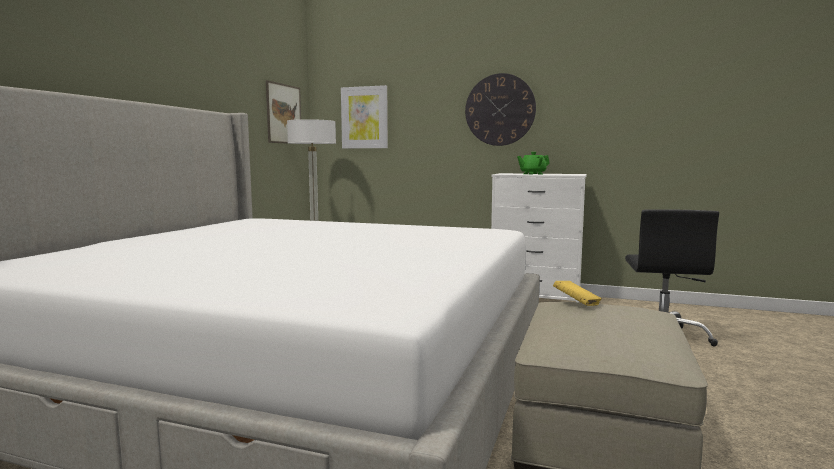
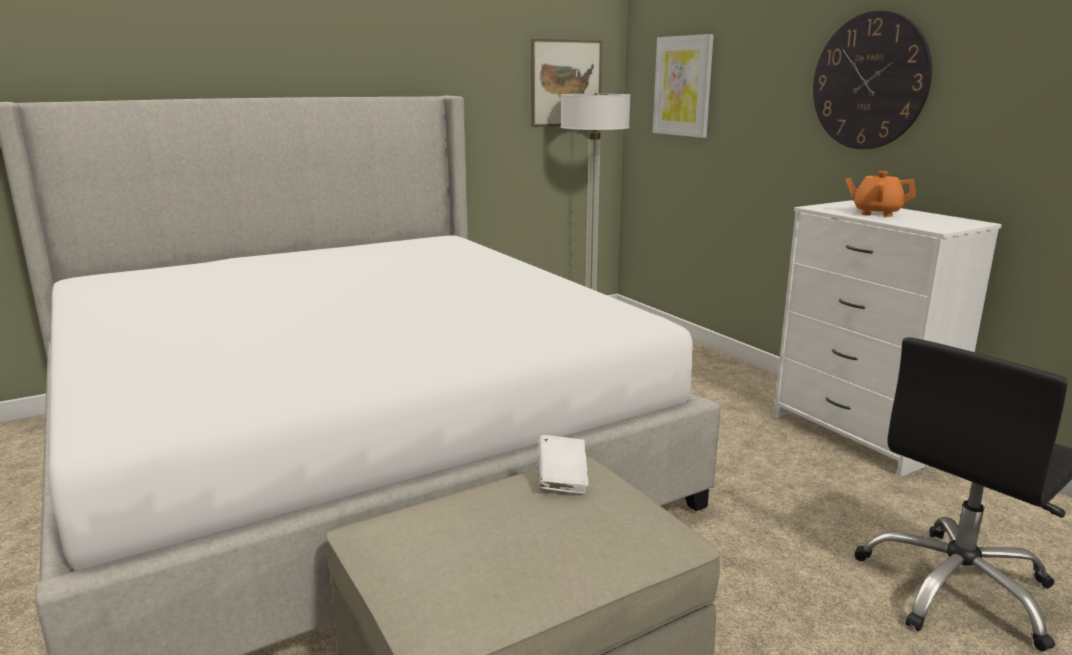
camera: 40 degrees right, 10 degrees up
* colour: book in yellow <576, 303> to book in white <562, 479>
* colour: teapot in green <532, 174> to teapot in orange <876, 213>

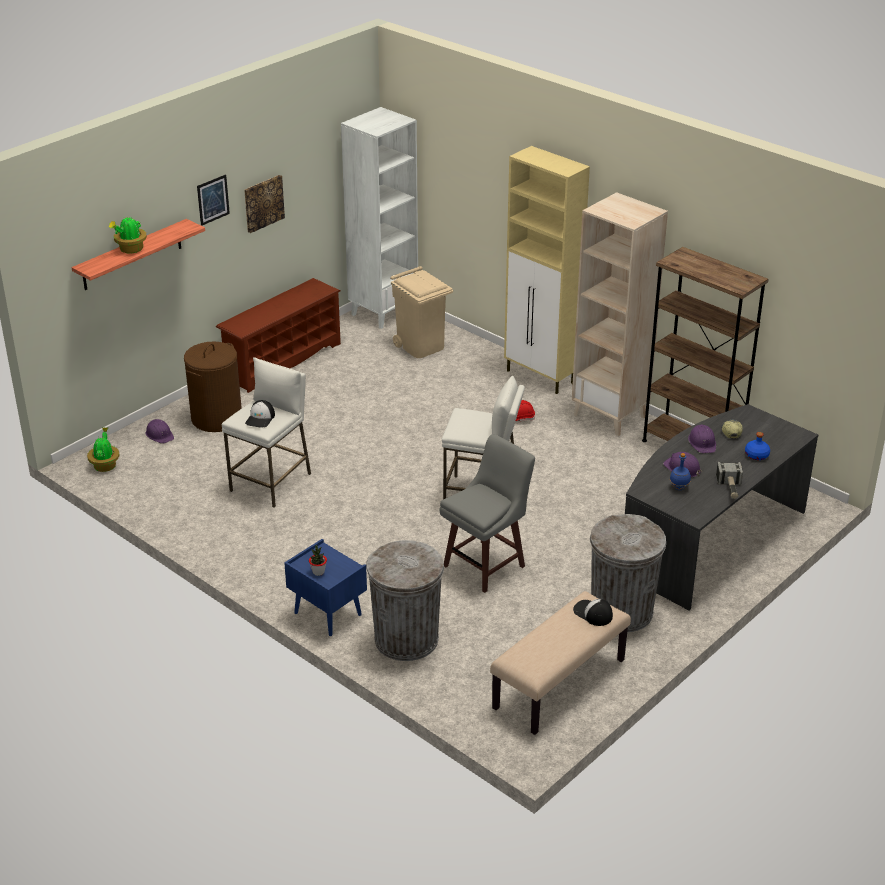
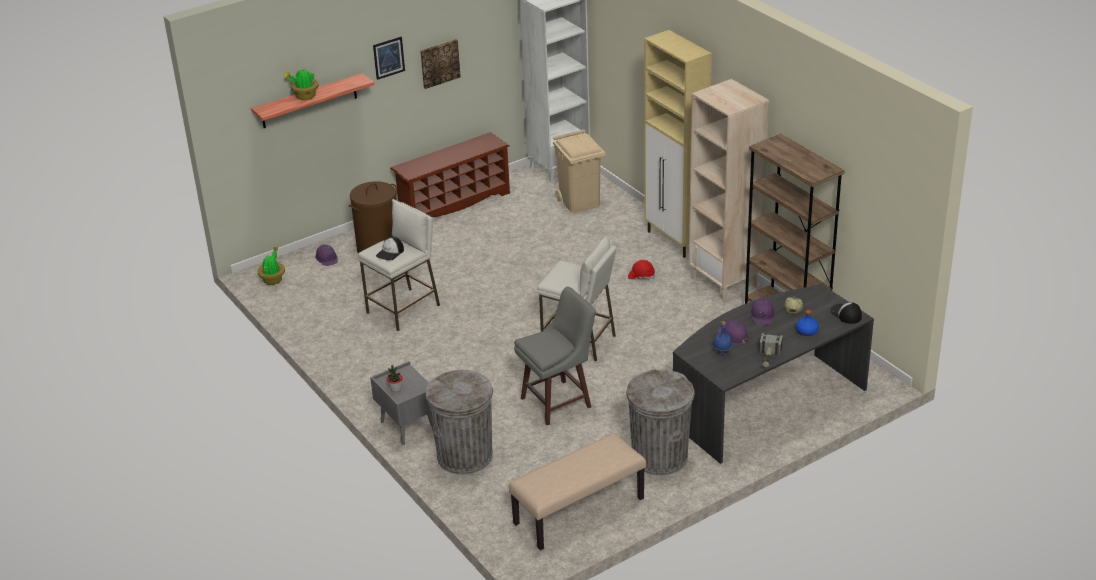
camera: 15 degrees right, 0 degrees up
* colour: nightstand in blue <327, 614> to nightstand in grey <407, 426>
* relocated: cap <592, 613> to <845, 314>

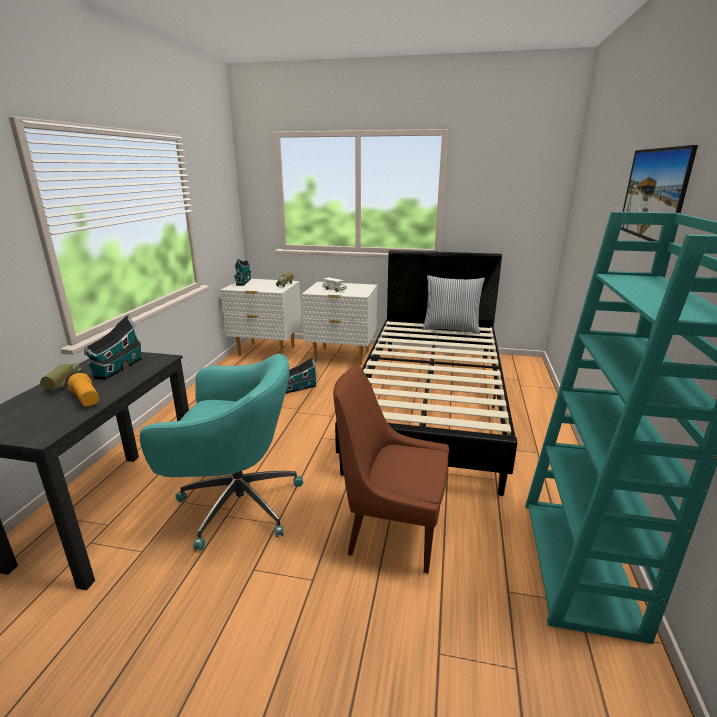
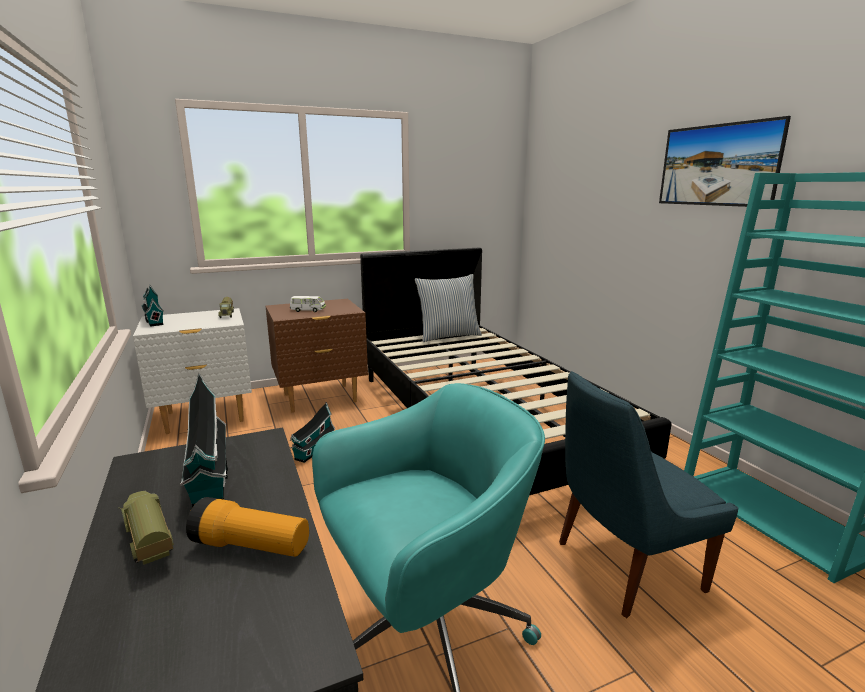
camera: 35 degrees left, 5 degrees down
* colour: nightstand in white <341, 356> to nightstand in brown <320, 398>
* colour: chair in brown <391, 530> to chair in blue <623, 567>

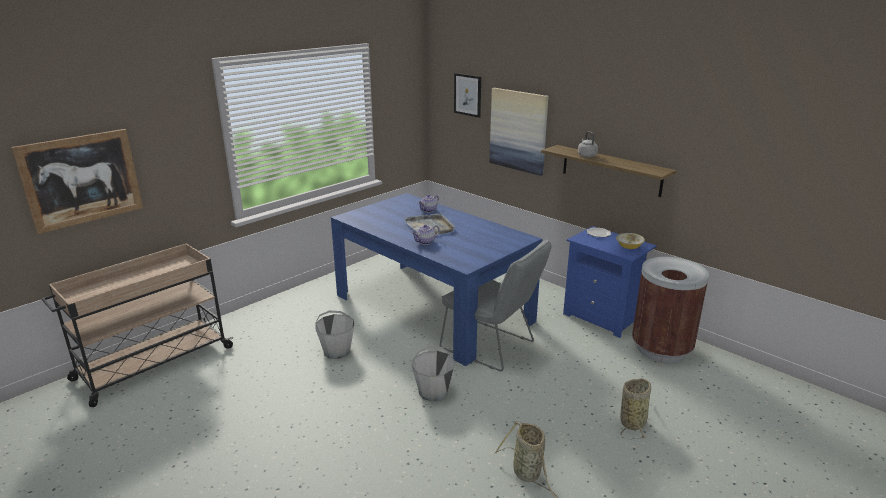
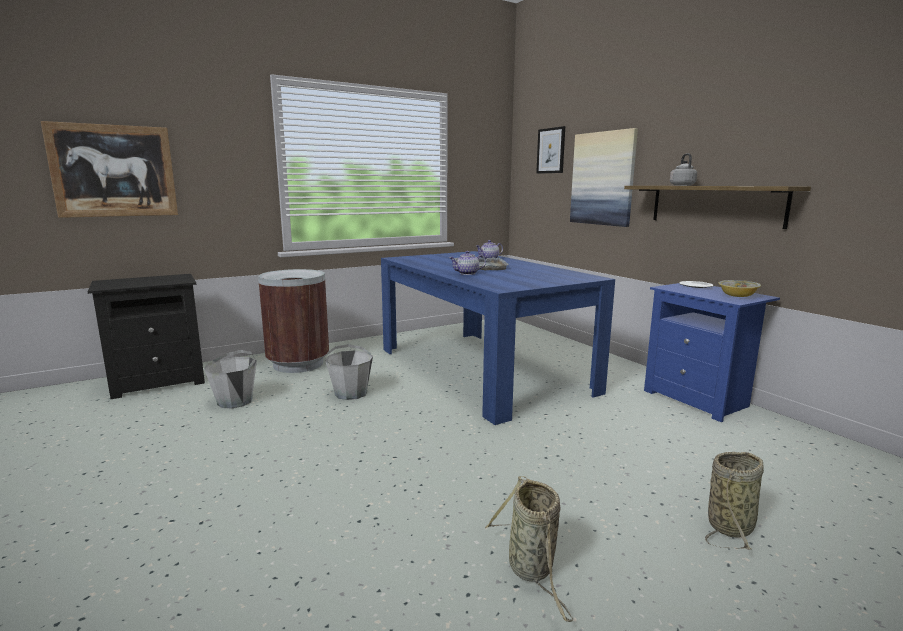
camera: 15 degrees right, 10 degrees down
* exchanged: cart in beige <152, 364> to nightstand in black <159, 381>
* relocated: bucket in grey <433, 392> to <235, 401>
* relocated: trash can in brown <661, 349> to <298, 364>
* missing: chair in grey <492, 347>

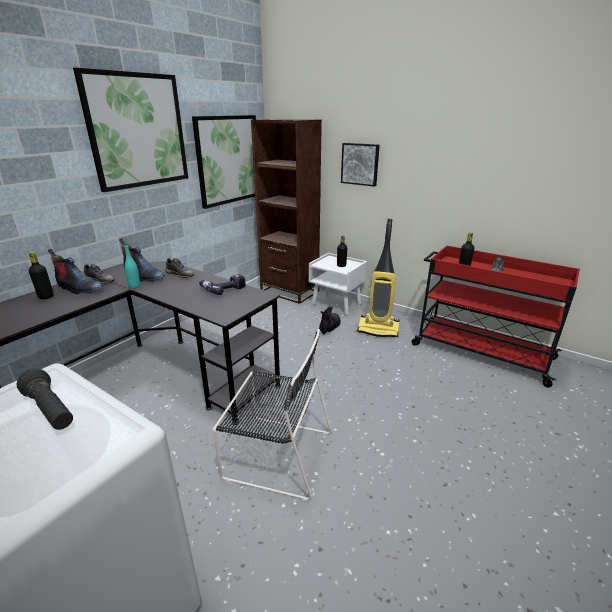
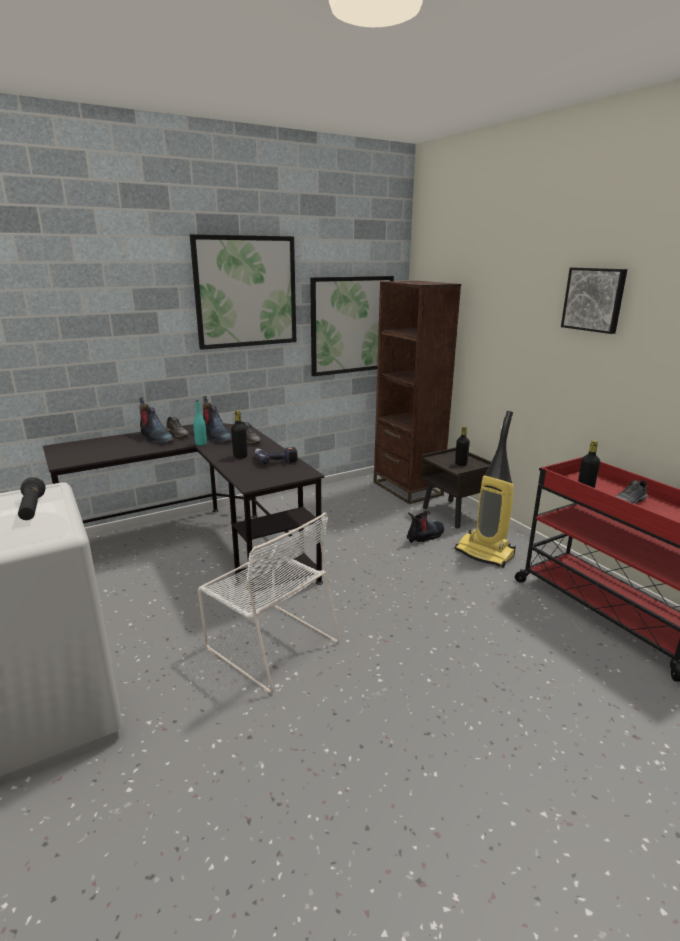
camera: 25 degrees right, 5 degrees down
* colour: chair in black <275, 454> to chair in white <270, 643>
* relocated: bottle in black <46, 297> to <240, 456>
* colour: nightstand in white <337, 304> to nightstand in brown <454, 514>
* relocated: picture <360, 164> to <594, 299>

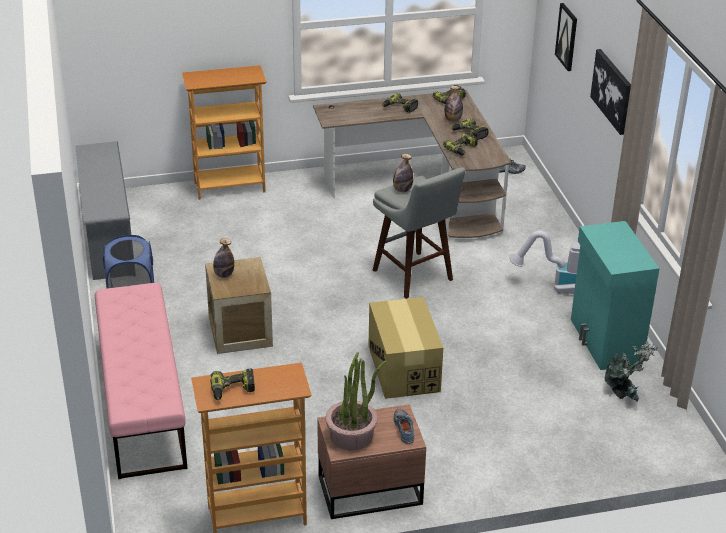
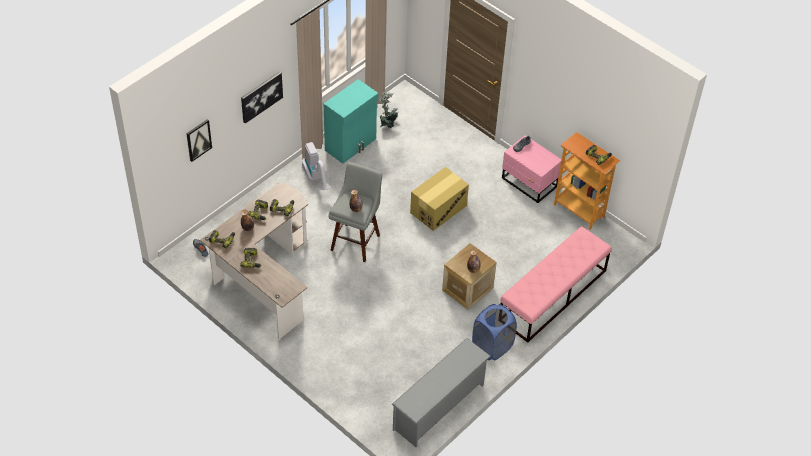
camera: 125 degrees left, 15 degrees up
* colour: nightstand in brown <368, 489> to nightstand in pink <529, 183>
* missing: bookcase <229, 186>
* missing: potted plant <352, 435>

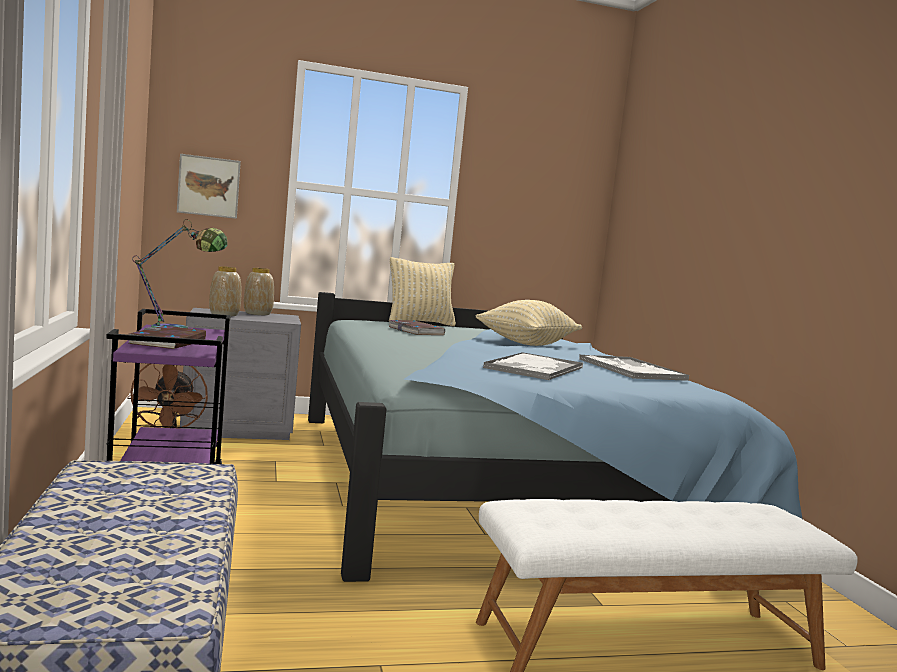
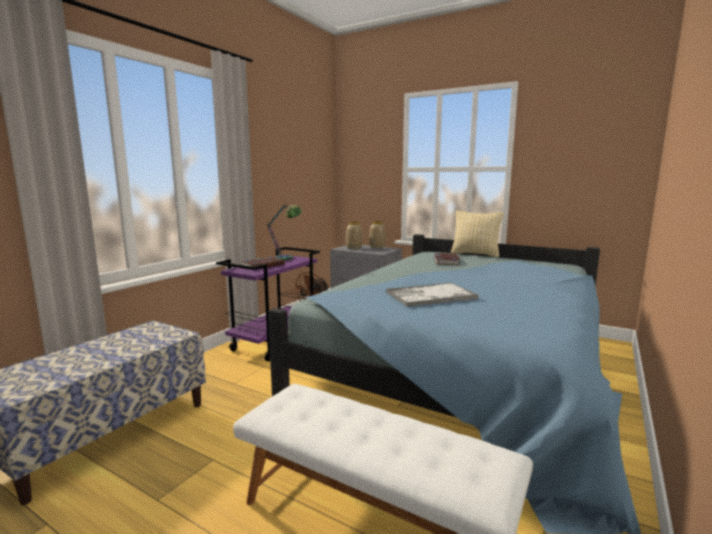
camera: 45 degrees right, 5 degrees up
* missing: picture <208, 186>
* missing: pillow in beige <526, 343>
* missing: tray <630, 369>

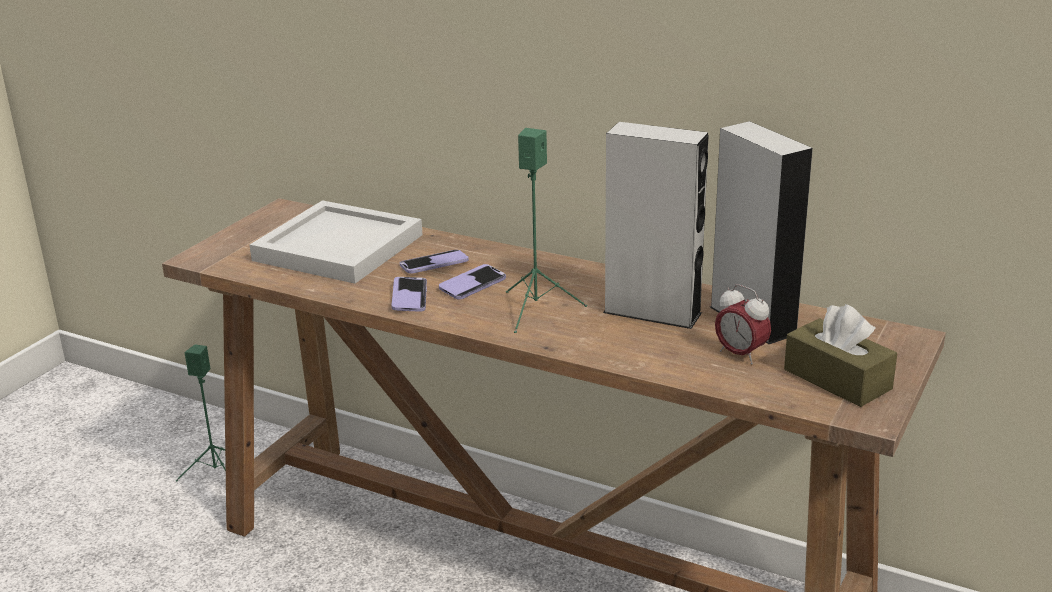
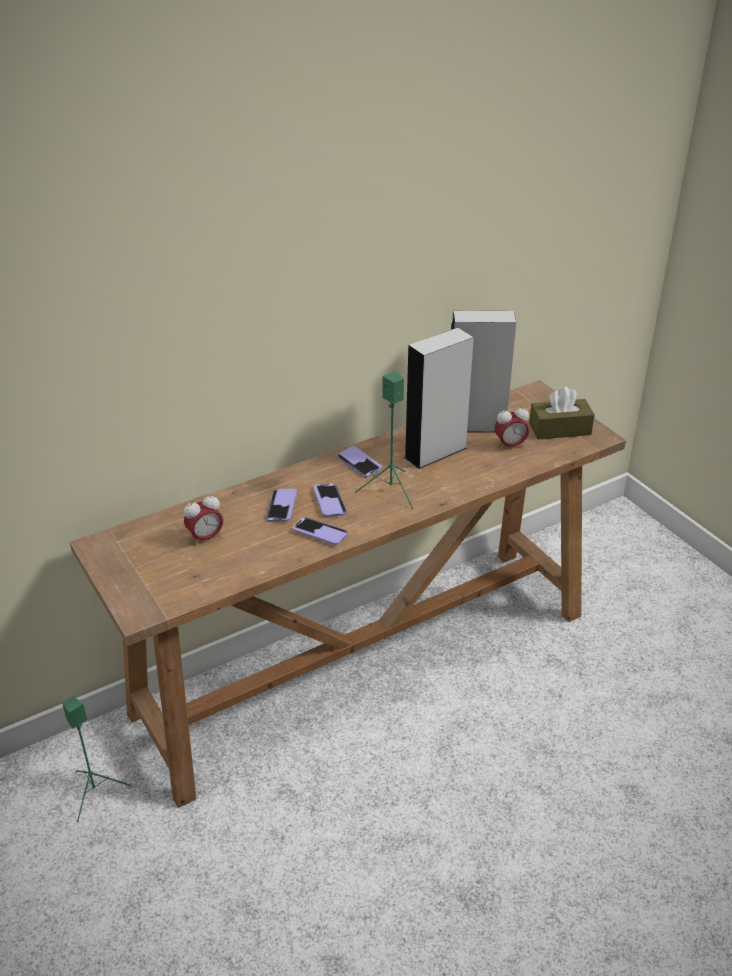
camera: 60 degrees left, 10 degrees up
* exchanged: tray in white <341, 247> to alarm clock <205, 538>
* appeared: phone <359, 463>

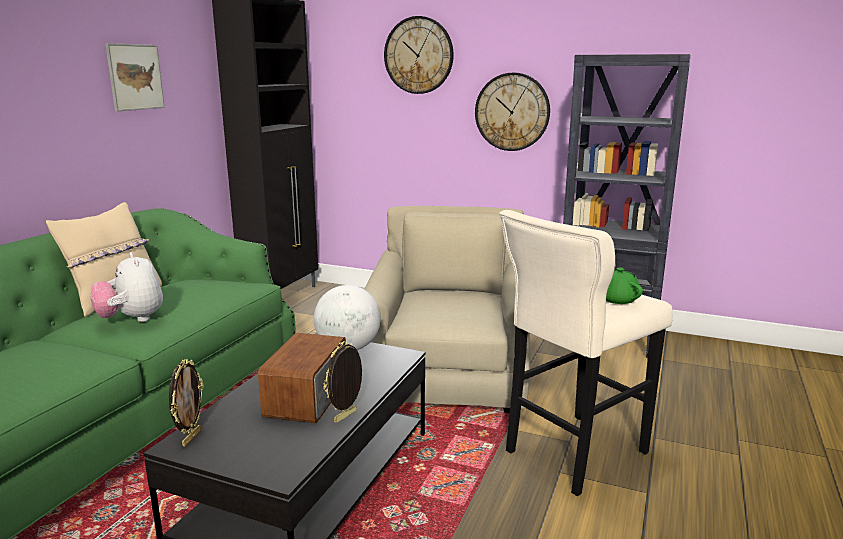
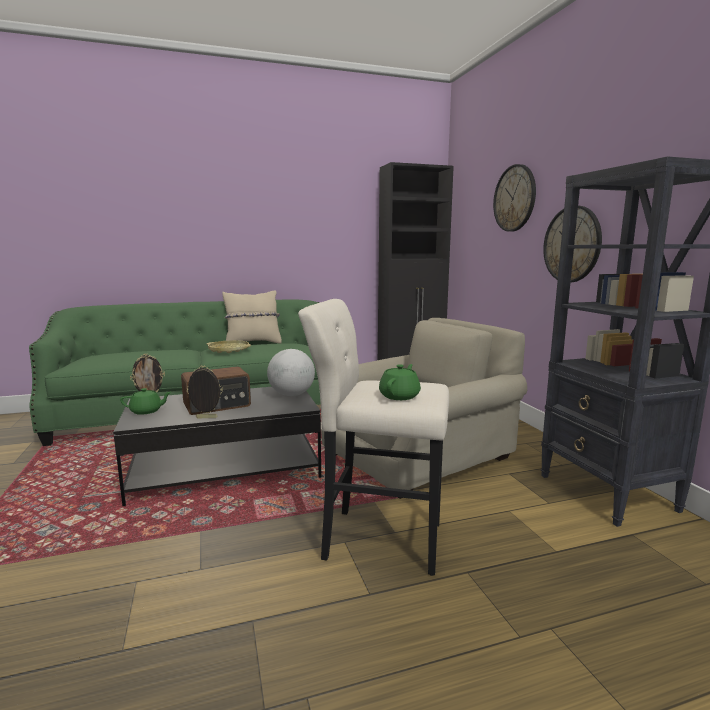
camera: 50 degrees right, 5 degrees down
* appeared: teapot in green <146, 411>
* exchanged: plush toy <132, 319> to tray in yellow <229, 350>
* missing: picture <135, 77>

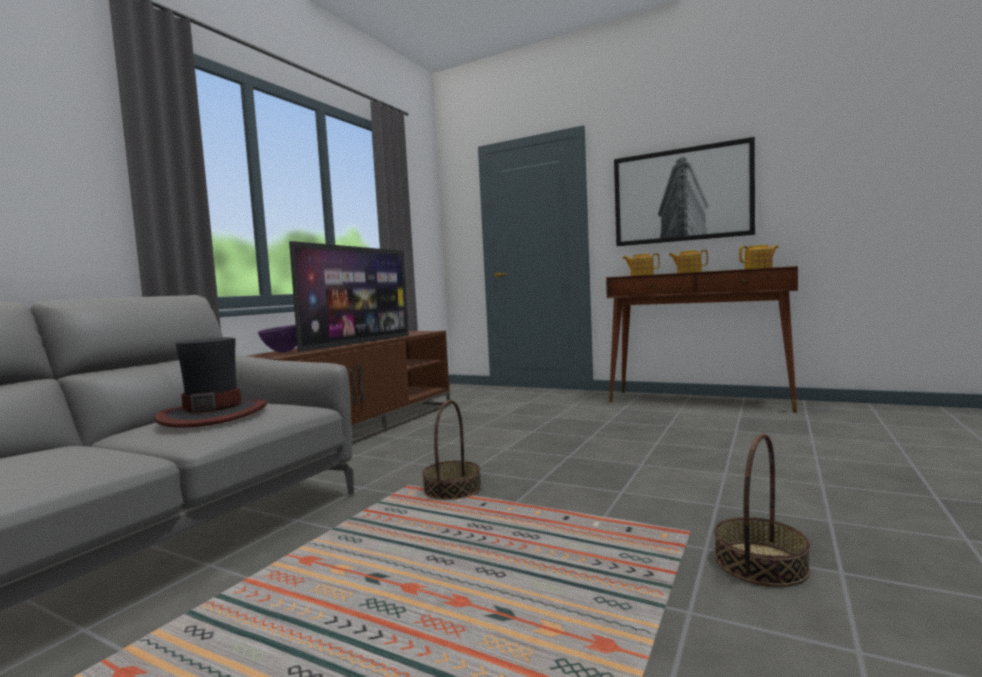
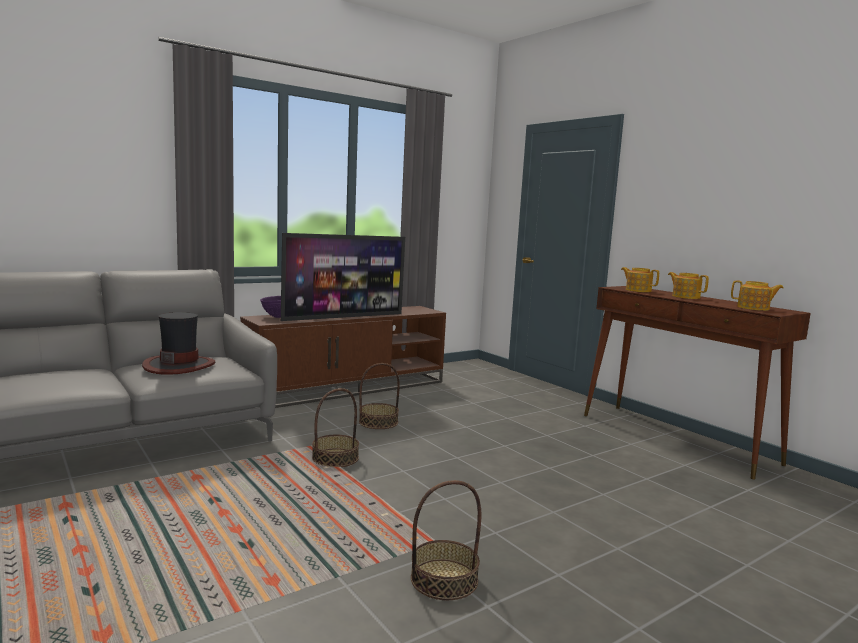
camera: 25 degrees right, 5 degrees up
* appeared: basket <378, 422>
* missing: picture <681, 195>

